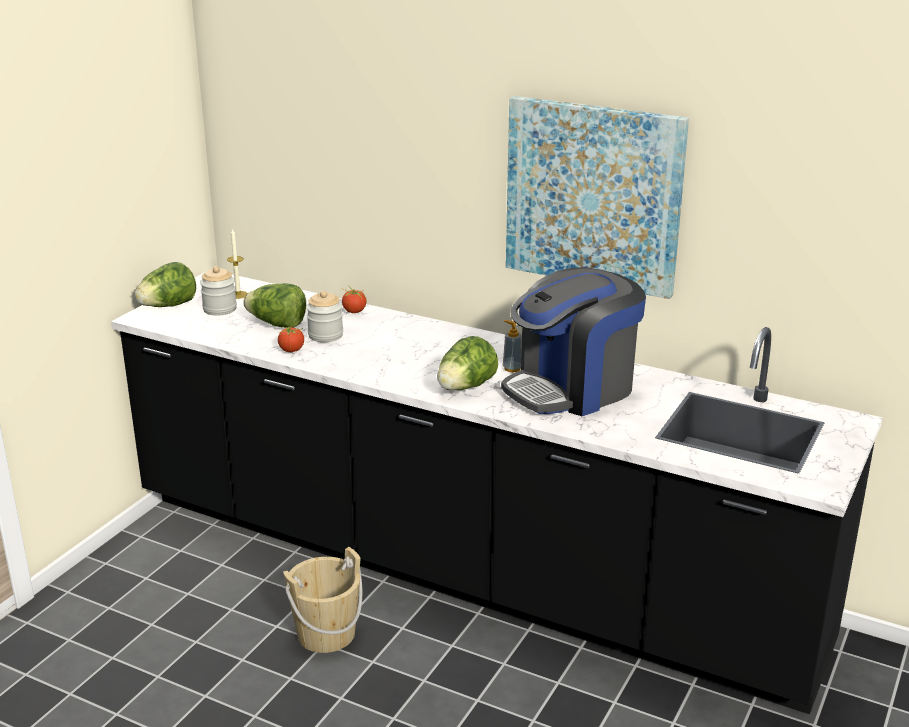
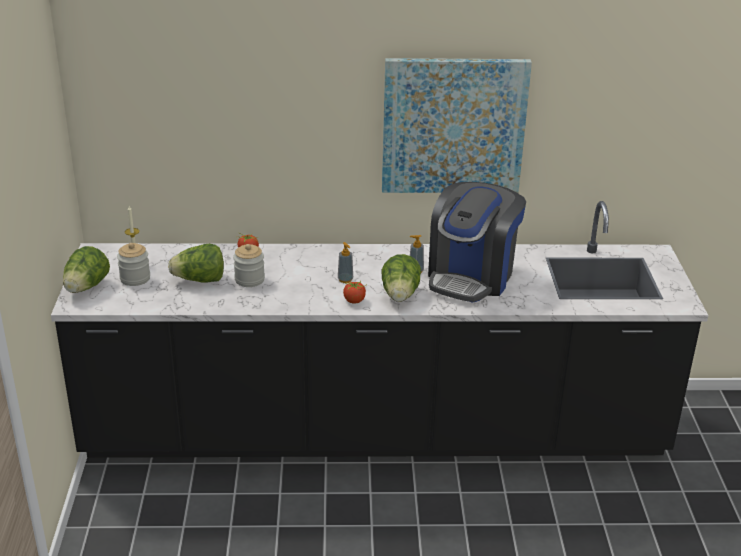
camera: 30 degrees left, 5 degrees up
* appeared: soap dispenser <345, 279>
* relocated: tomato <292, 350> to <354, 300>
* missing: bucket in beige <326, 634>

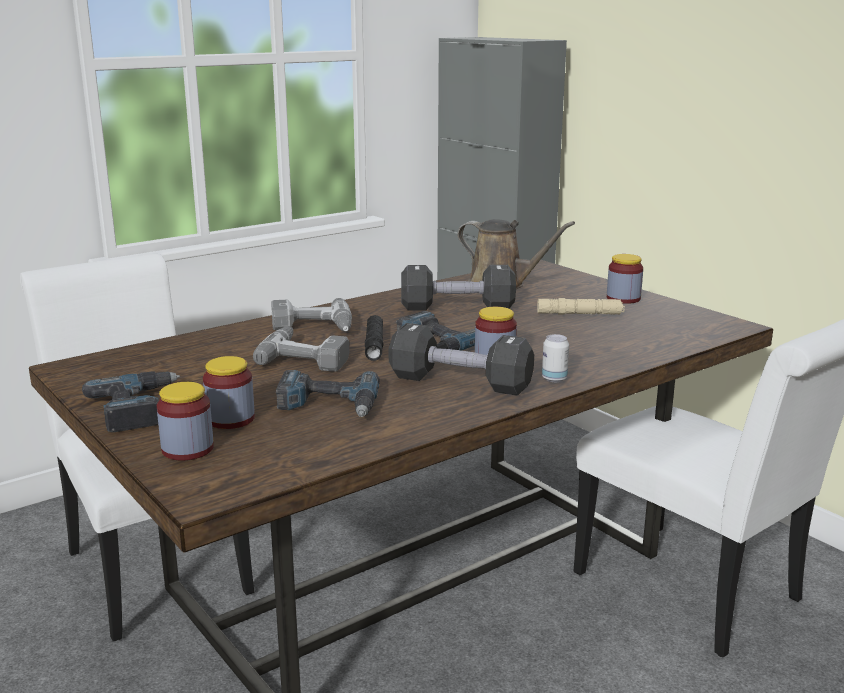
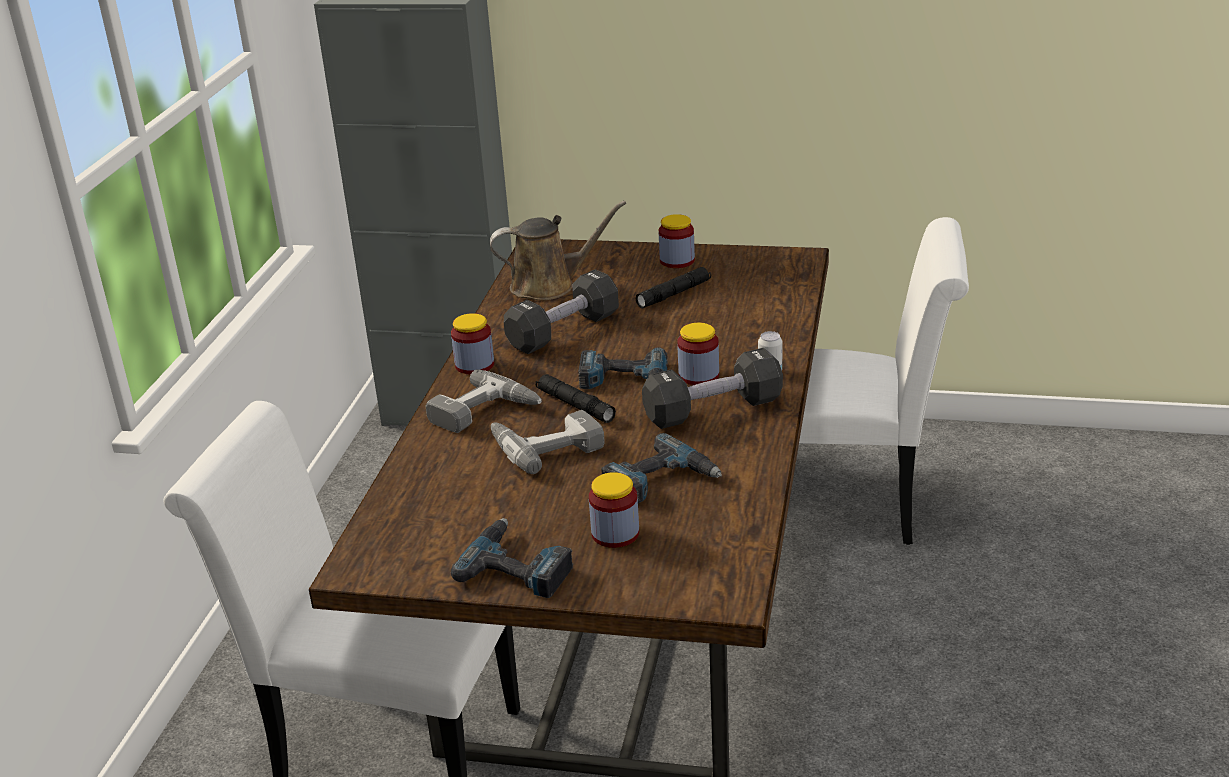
camera: 40 degrees left, 10 degrees up
* relocated: jar <187, 449> to <474, 365>
* colour: flashlight in beige <580, 314> to flashlight in black <674, 294>

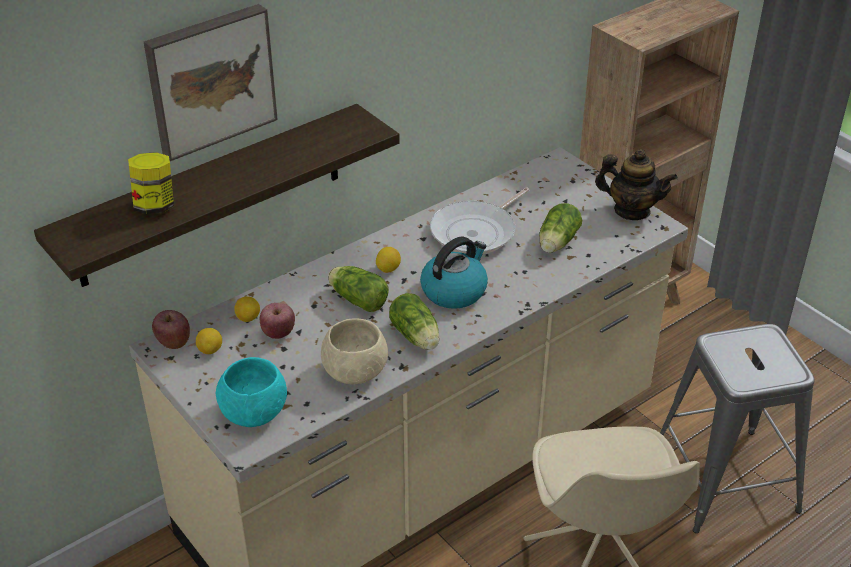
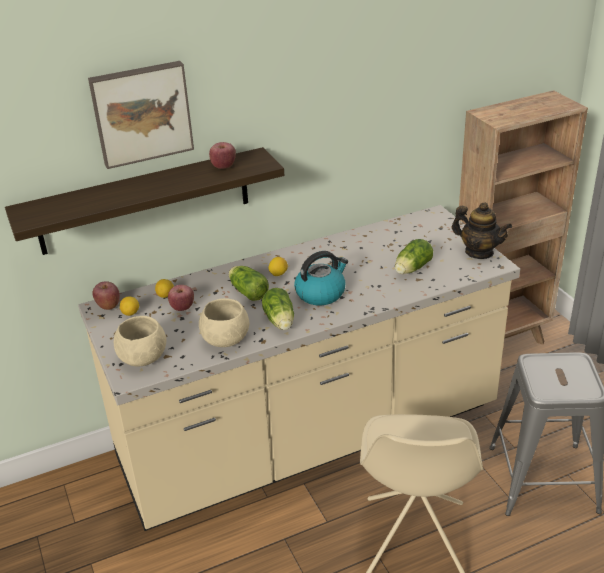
camera: 15 degrees right, 5 degrees down
* colour: bowl in turquoise <254, 413> to bowl in beige <142, 358>
* appeared: apple <223, 166>
* missing: jar <155, 205>
* missing: frying pan <476, 232>

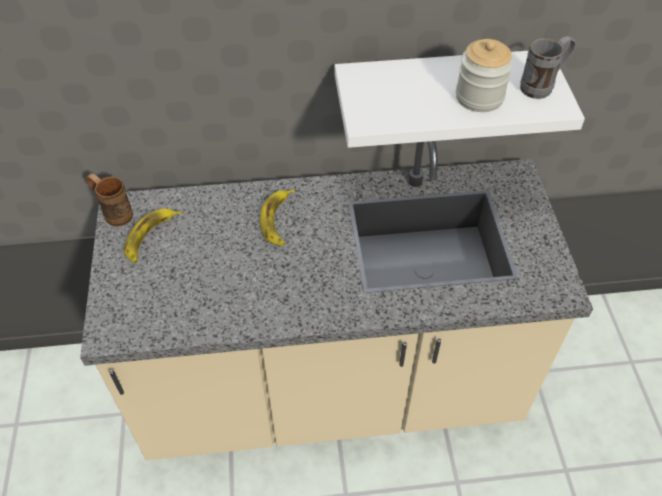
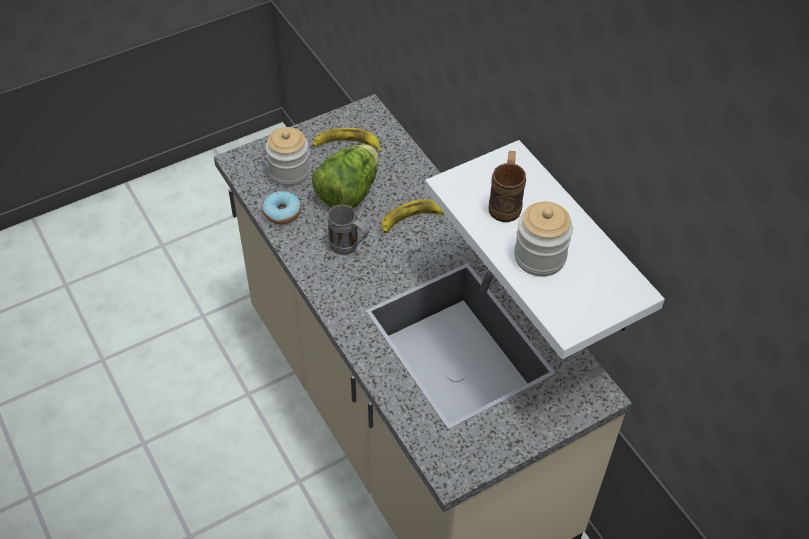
camera: 65 degrees right, 0 degrees up
* appeared: donut <282, 213>
* appeared: jar <289, 172>
* appeared: lettuce <348, 192>
* relocated: mug in grey <542, 86> to <349, 248>
* relocated: mug in brown <114, 213> to <506, 203>

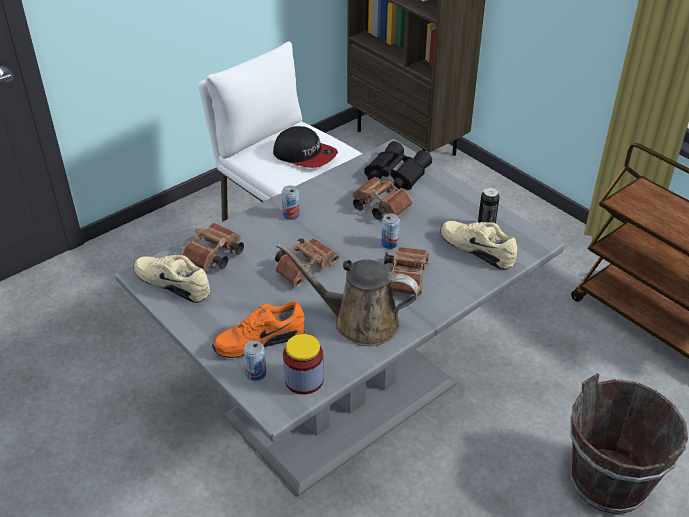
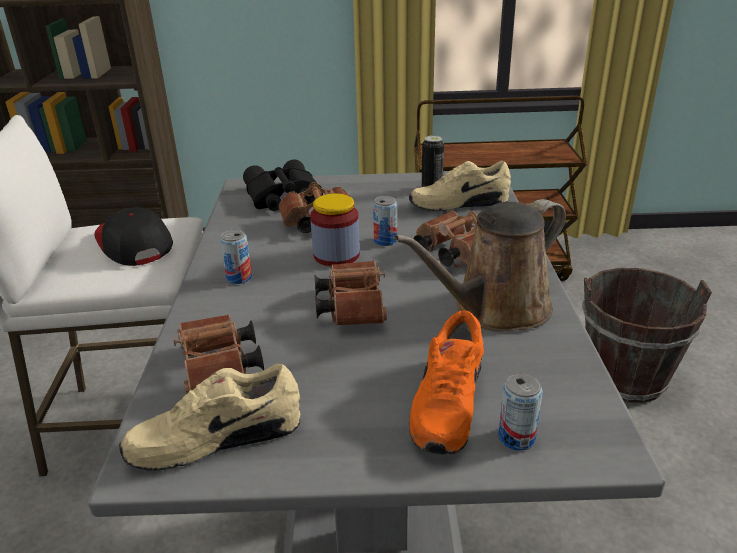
camera: 50 degrees left, 10 degrees down
* spun: cap <305, 155> = <134, 243> 105 degrees counterclockwise
* relocated: jar <304, 380> to <336, 255>

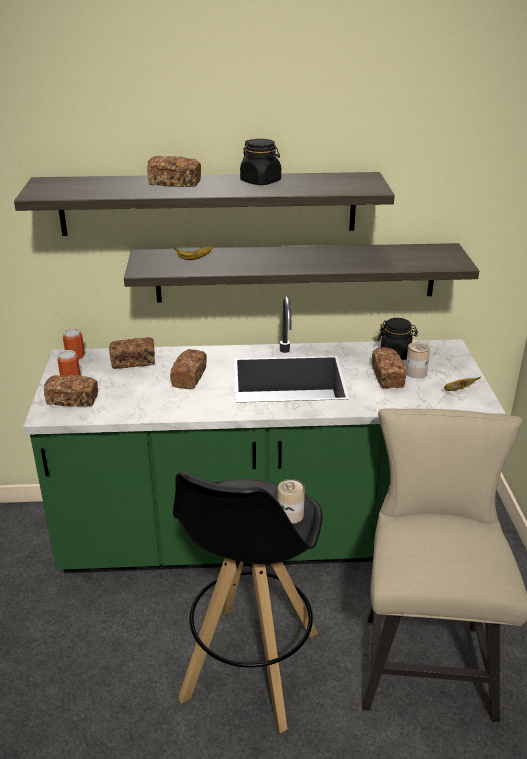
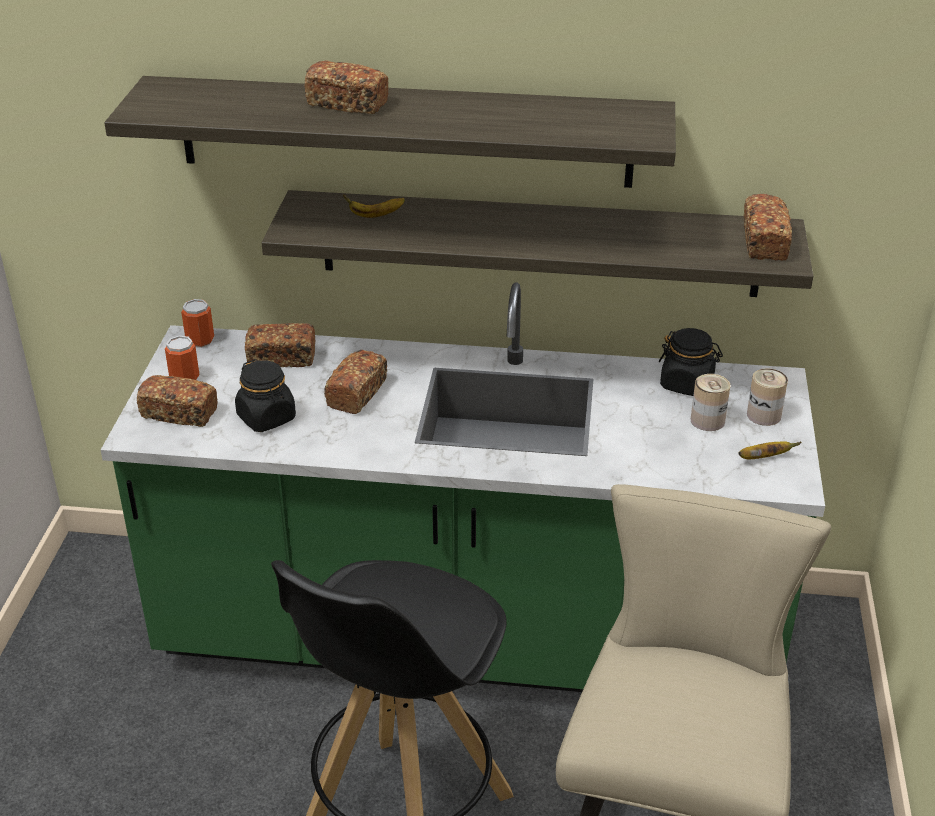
camera: 10 degrees right, 5 degrees up
* relocated: jar in black <261, 181> to <267, 418>
* relocated: bread <387, 377> to <764, 243>
* relocated: can <290, 514> to <764, 415>

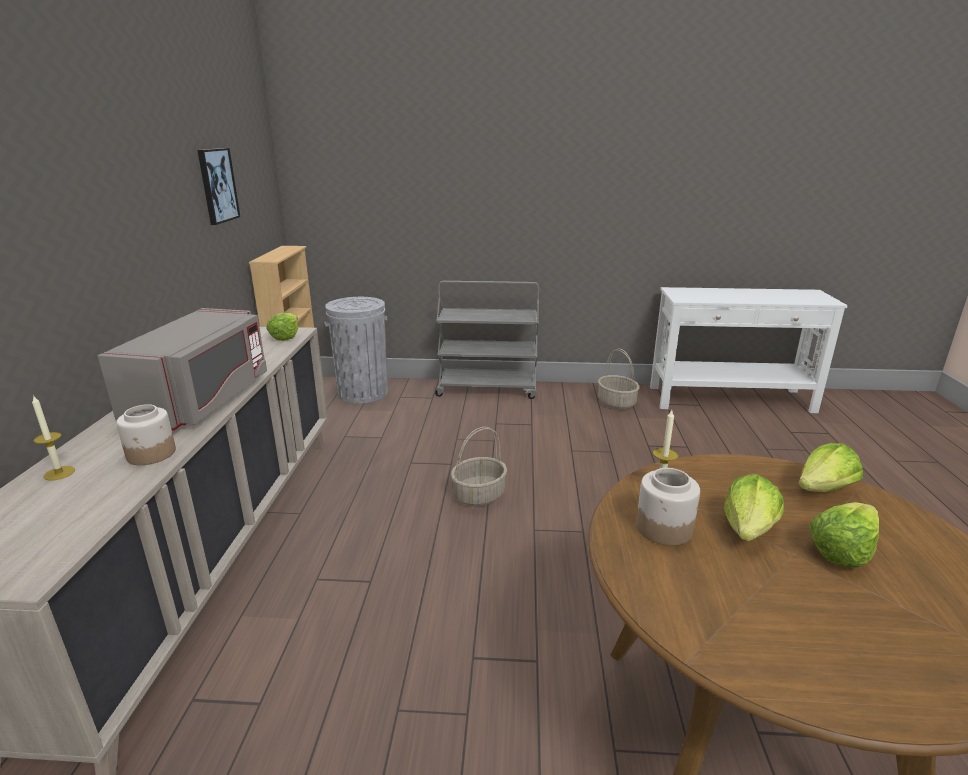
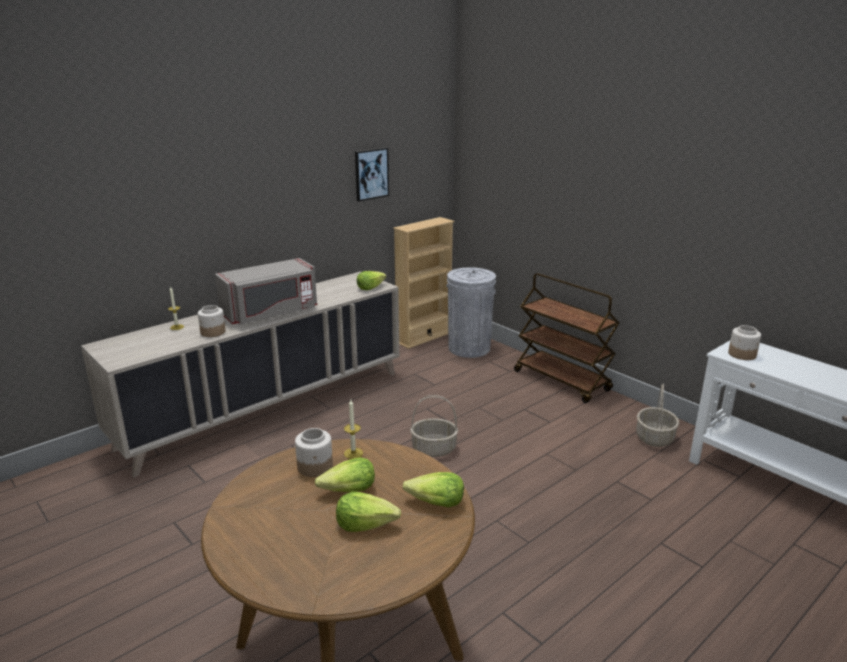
camera: 45 degrees right, 0 degrees up
* colour: cart in grey <488, 389> to cart in brown <562, 381>
* appeared: jar <742, 354>

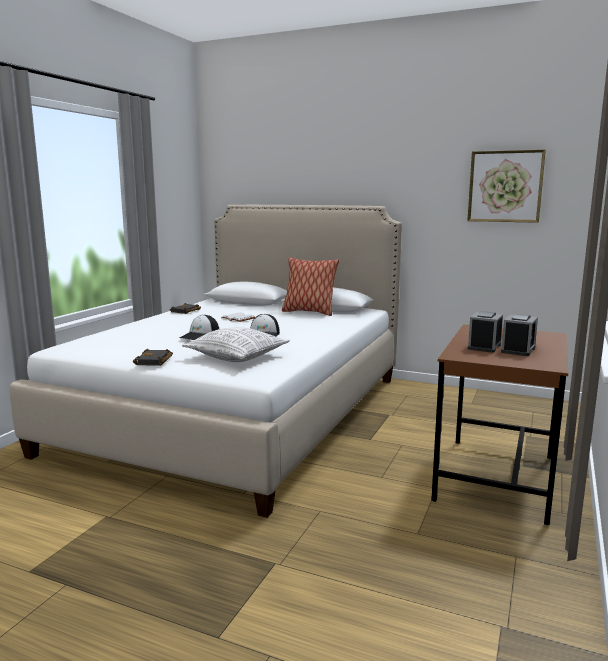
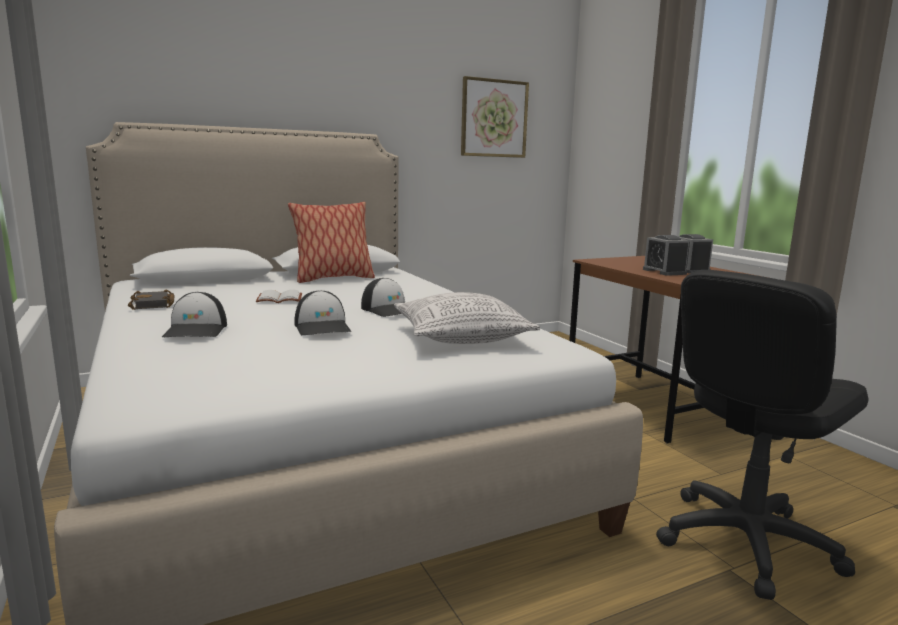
camera: 50 degrees left, 0 degrees up
* appeared: cap <196, 330>
* appeared: office chair in black <745, 542>
* missing: book in black <154, 361>

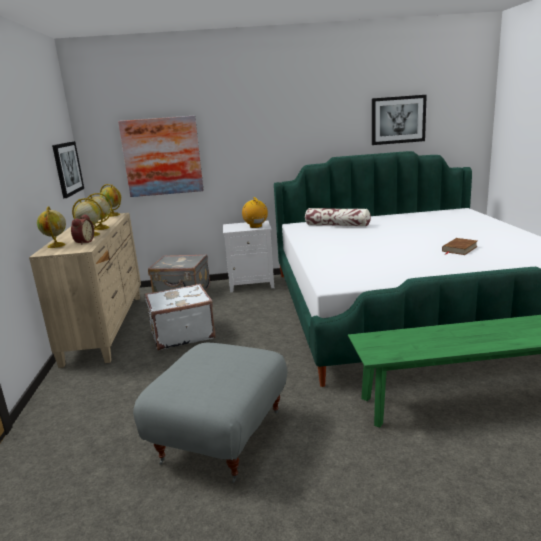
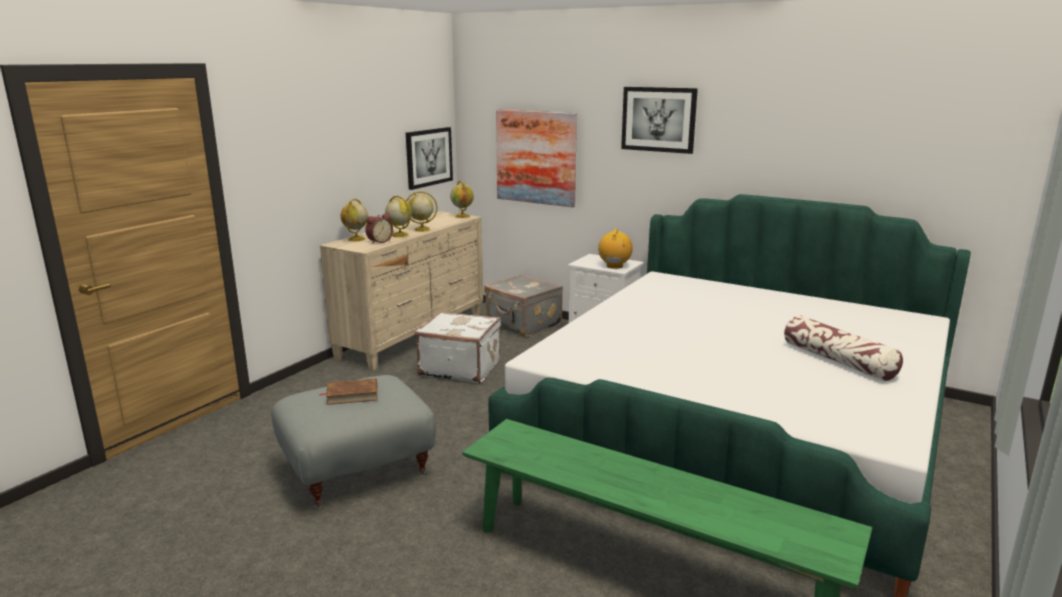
camera: 35 degrees right, 0 degrees up
* relocated: book in brown <459, 249> to <352, 395>
* relocated: picture <398, 120> to <658, 119>
* relocated: pillow <337, 225> to <838, 361>

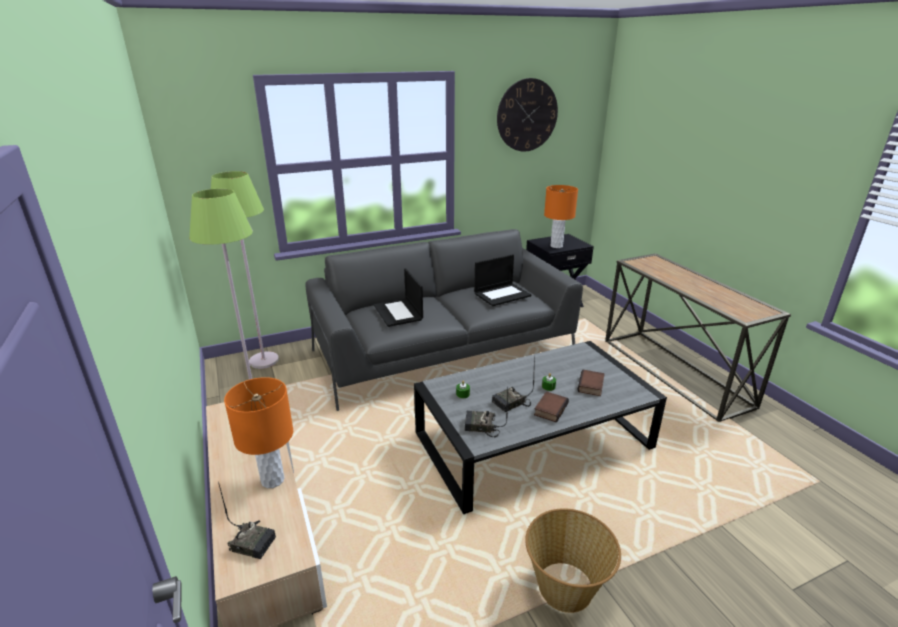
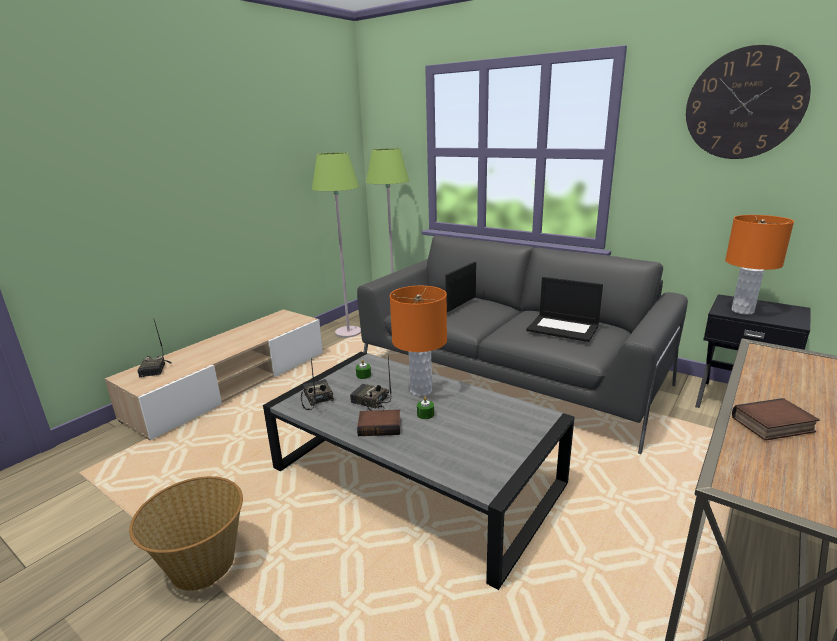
camera: 60 degrees right, 5 degrees down
* relocated: table lamp in orange <272, 480> to <420, 391>
* relocated: book <591, 386> to <773, 426>

